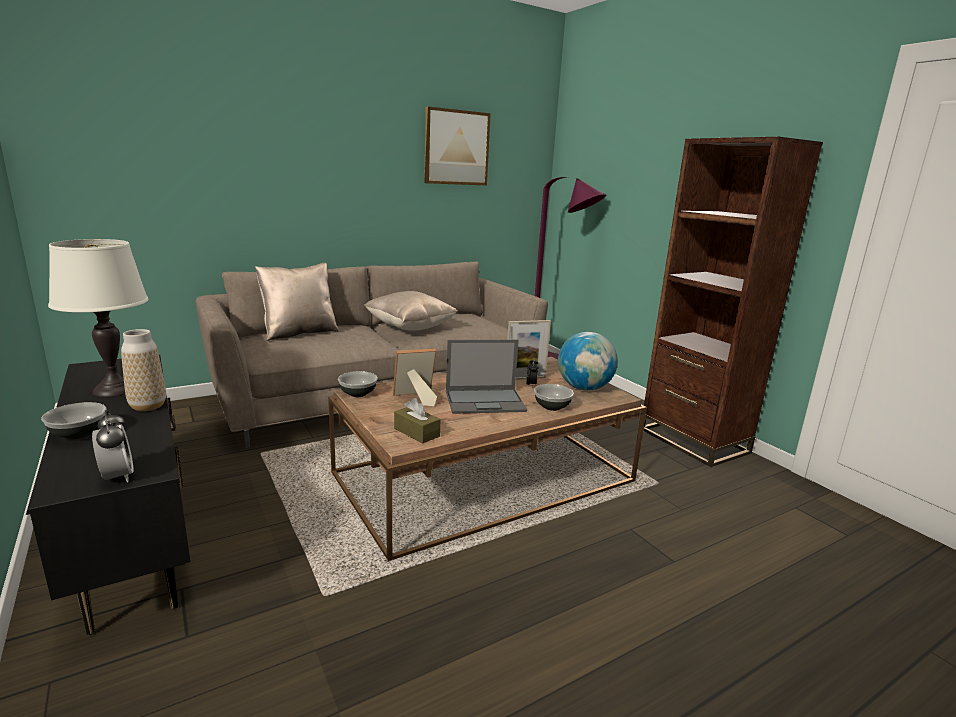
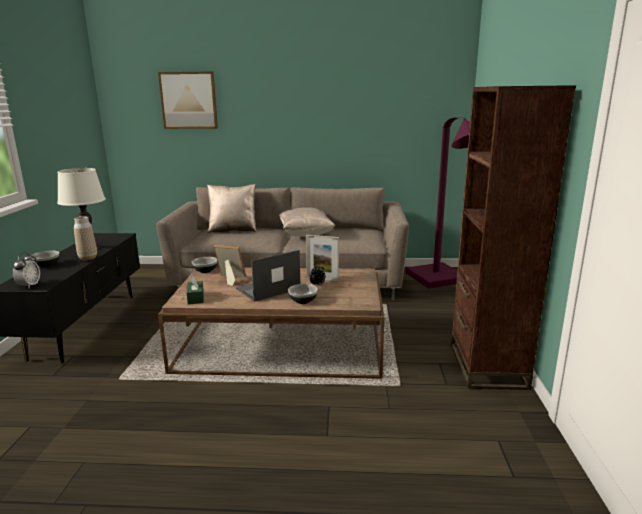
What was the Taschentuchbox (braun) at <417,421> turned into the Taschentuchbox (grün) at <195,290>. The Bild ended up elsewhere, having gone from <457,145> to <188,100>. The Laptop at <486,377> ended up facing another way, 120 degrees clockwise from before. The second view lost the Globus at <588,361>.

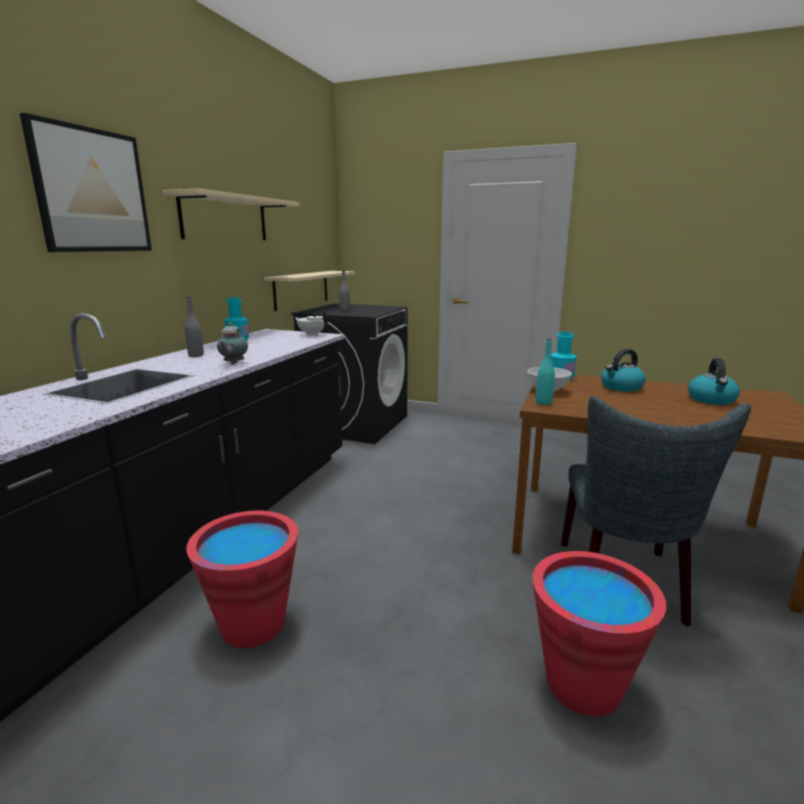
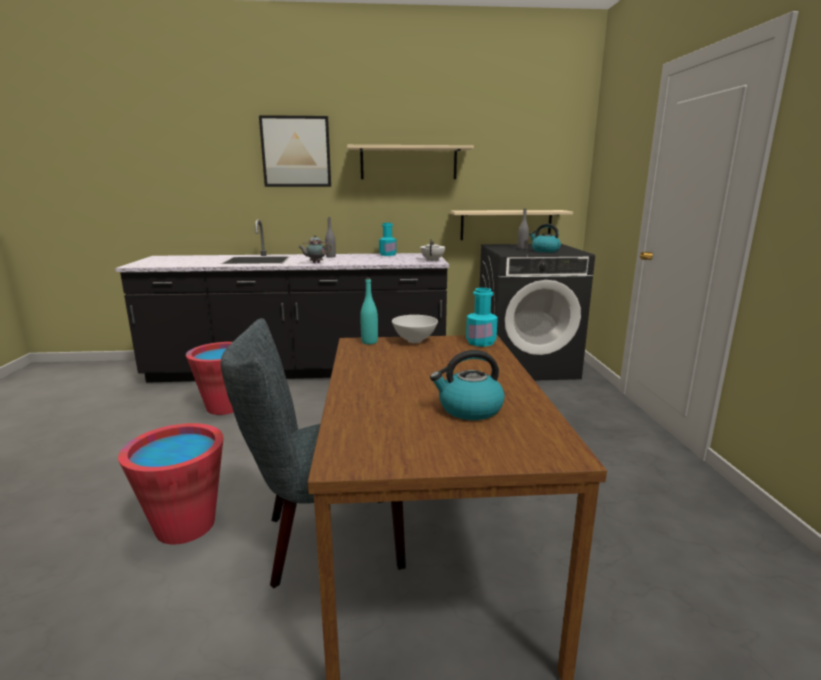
The Wasserkessel ended up elsewhere, having gone from <623,370> to <545,238>.

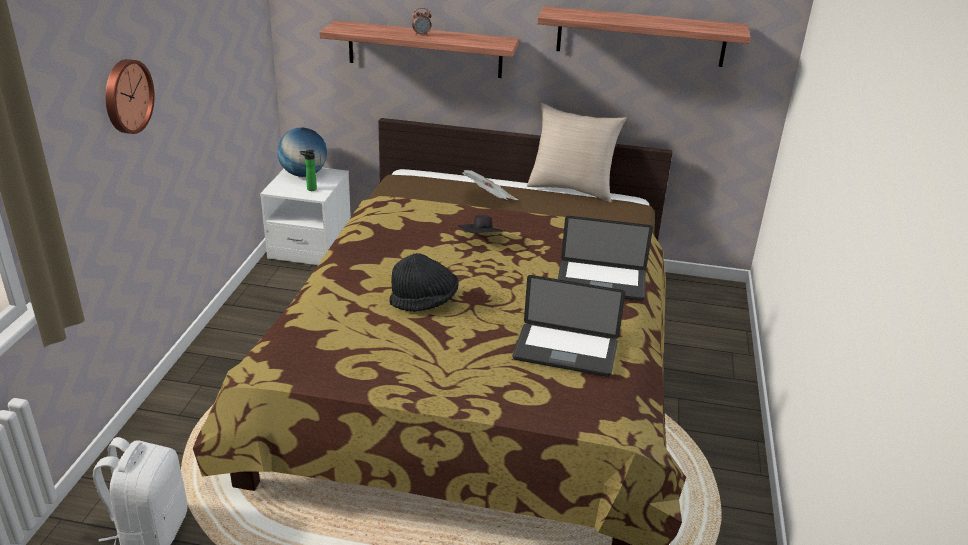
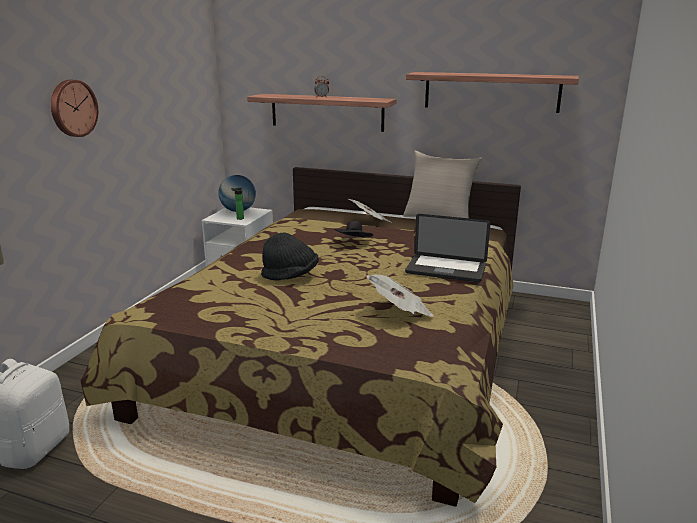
Where the Laptop stood at <568,326>, the Zeitung came to stand at <400,295>.

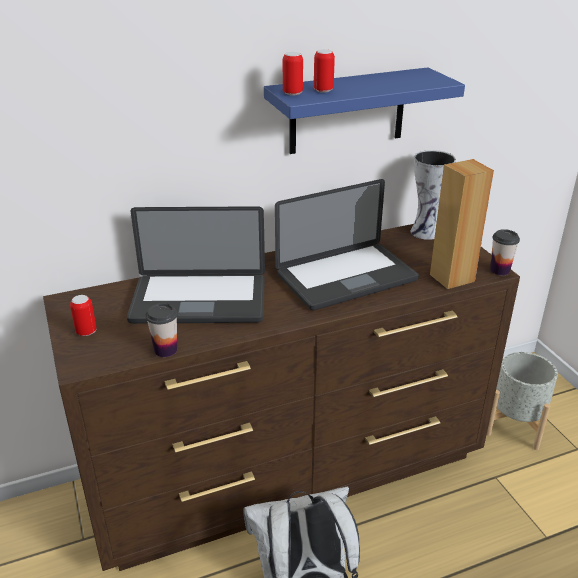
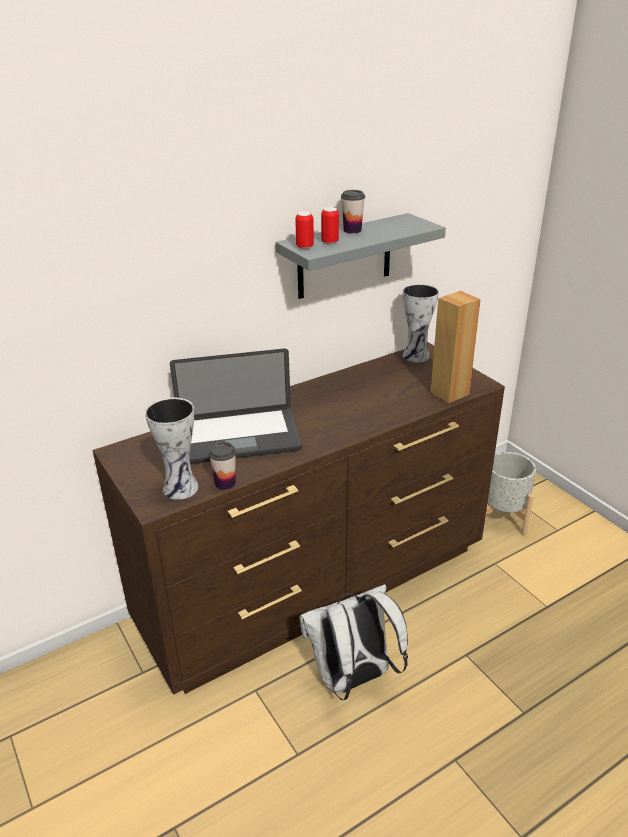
The second view lost the Dose at <83,315>. What was the Wandregal (blau) at <364,110> turned into the Wandregal (grau) at <361,256>. The second view lost the Laptop at <347,245>. The Tasse ended up elsewhere, having gone from <505,252> to <353,211>. The second view gained the Vase at <172,448>.

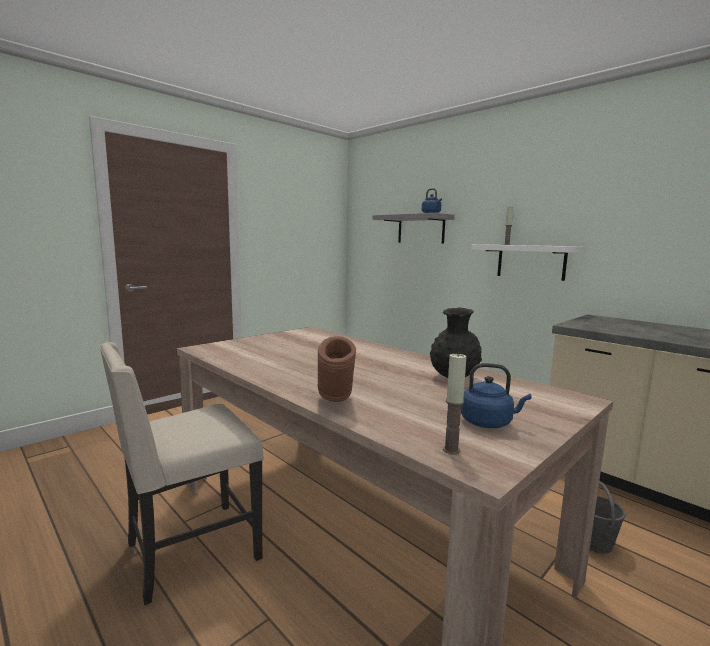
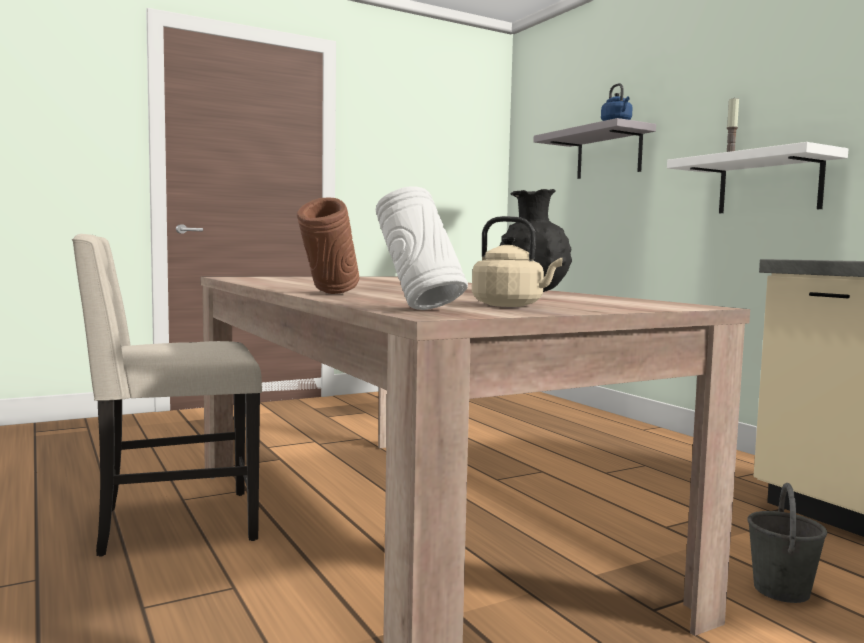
Where the Kerze stood at <454,403>, the Vase (weiß) came to stand at <422,248>. What was the Wasserkessel (blau) at <496,395> turned into the Wasserkessel (beige) at <517,261>.

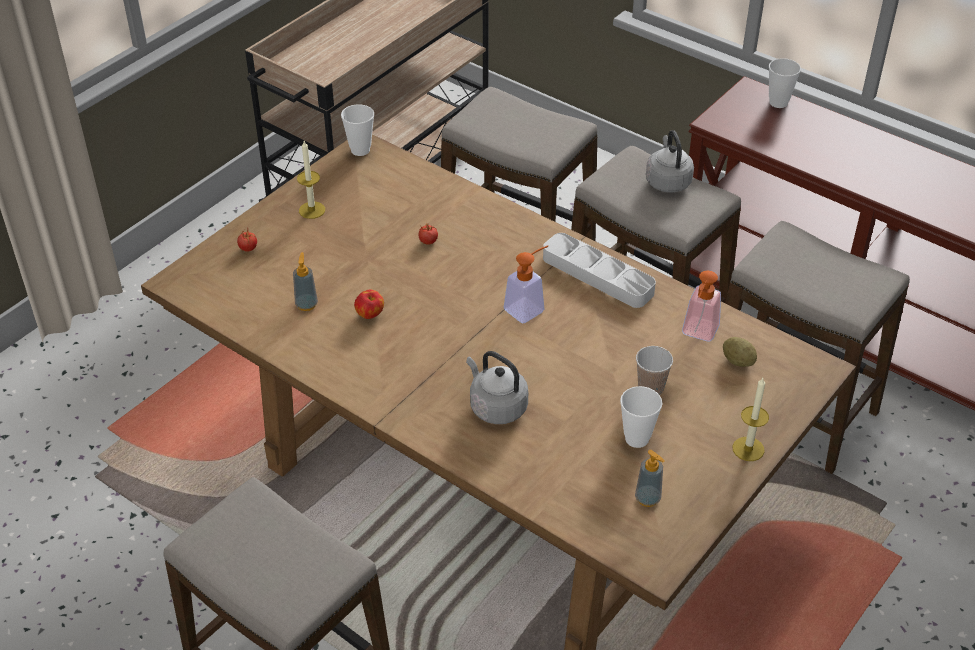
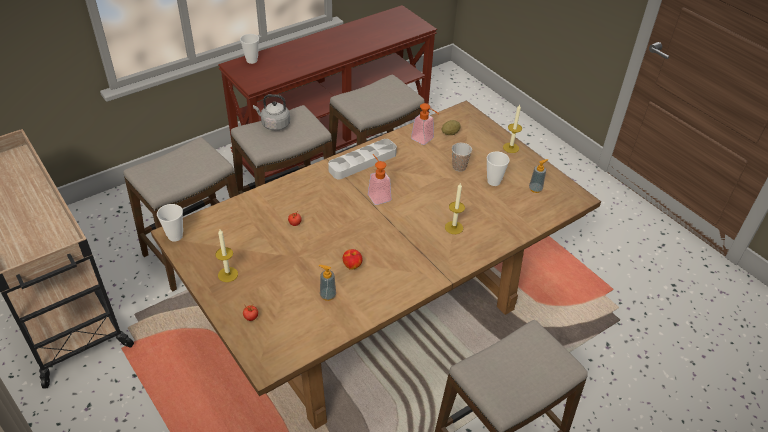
Where the Wasserkessel (grau) stood at <497,387>, the Kerze came to stand at <455,208>.

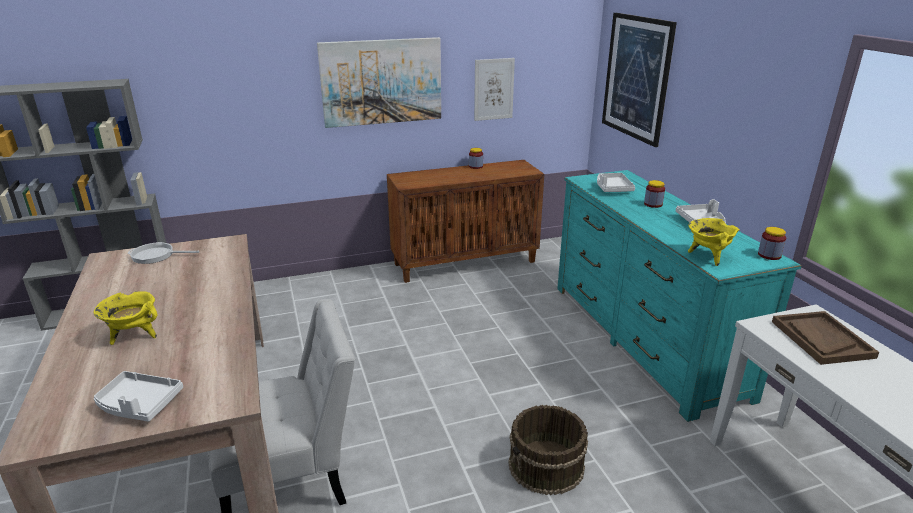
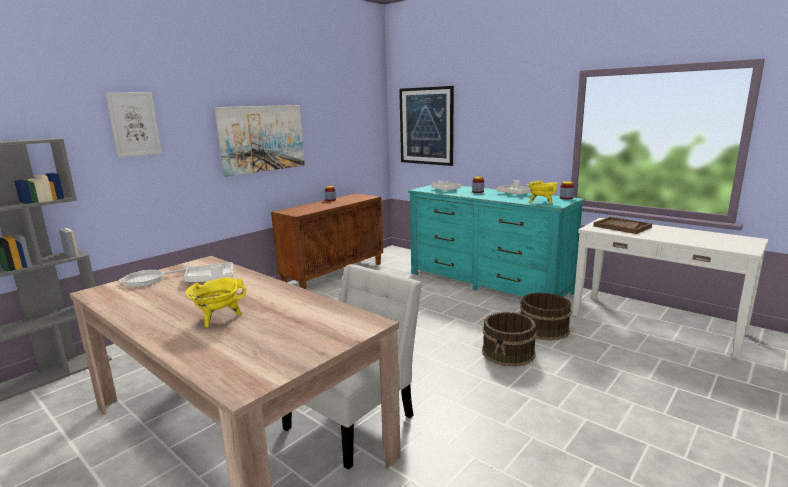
The Tablett (weiß) ended up elsewhere, having gone from <138,396> to <208,272>. The Bild ended up elsewhere, having gone from <494,89> to <133,124>. The second view gained the Eimer (braun) at <545,316>.

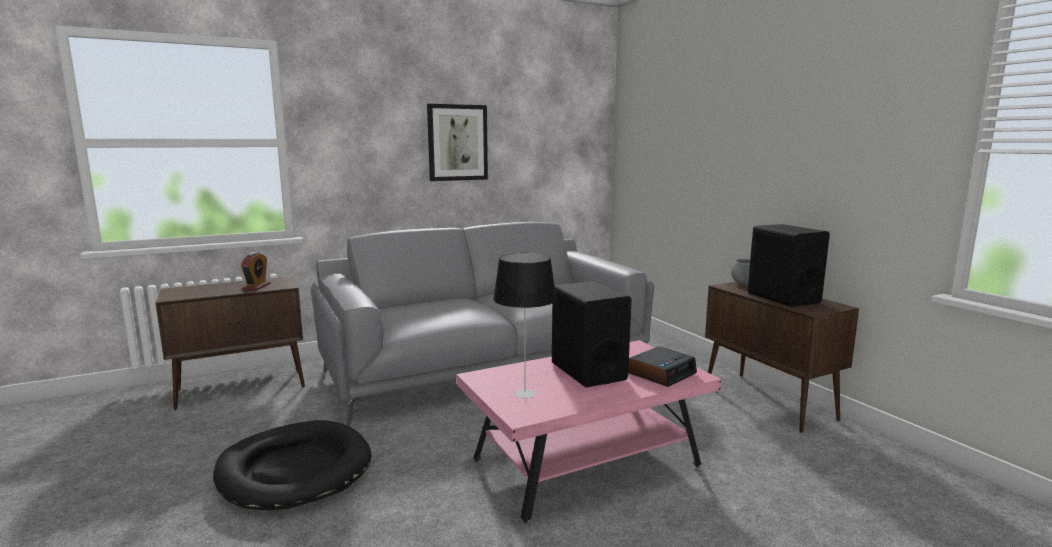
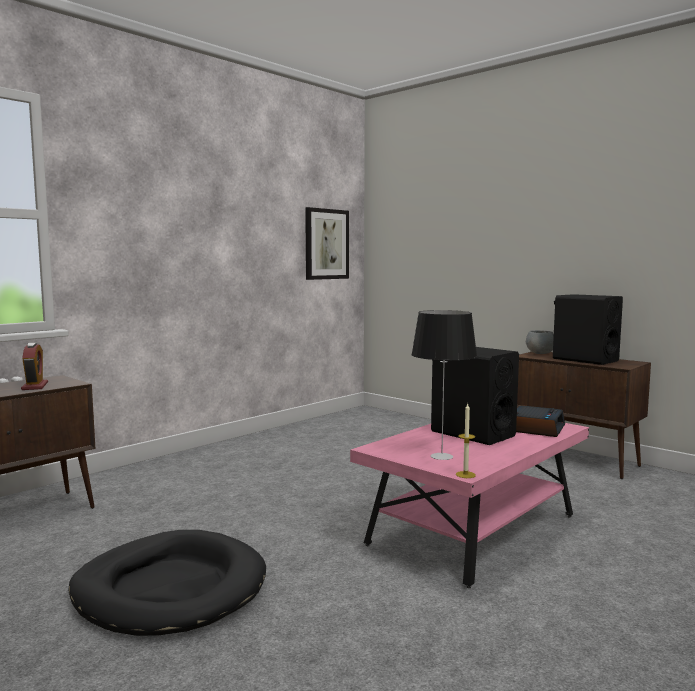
The second view lost the Sofa (grau) at <482,323>. The Bild ended up elsewhere, having gone from <457,142> to <327,243>. The second view gained the Kerze at <466,441>.

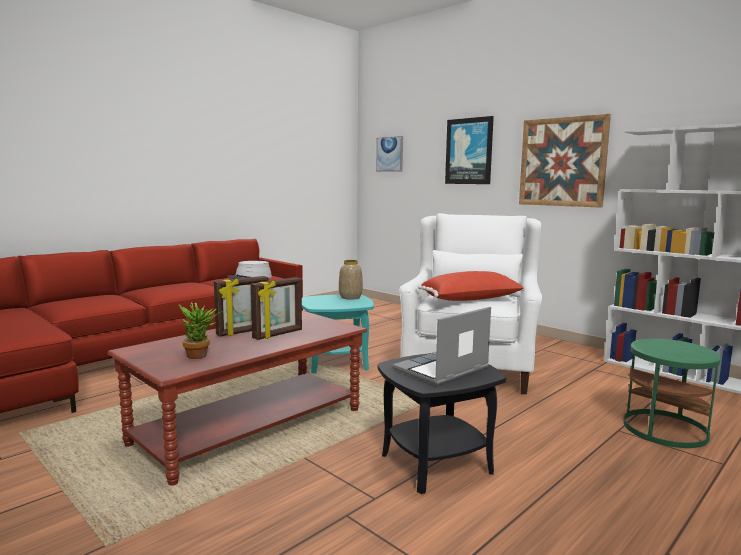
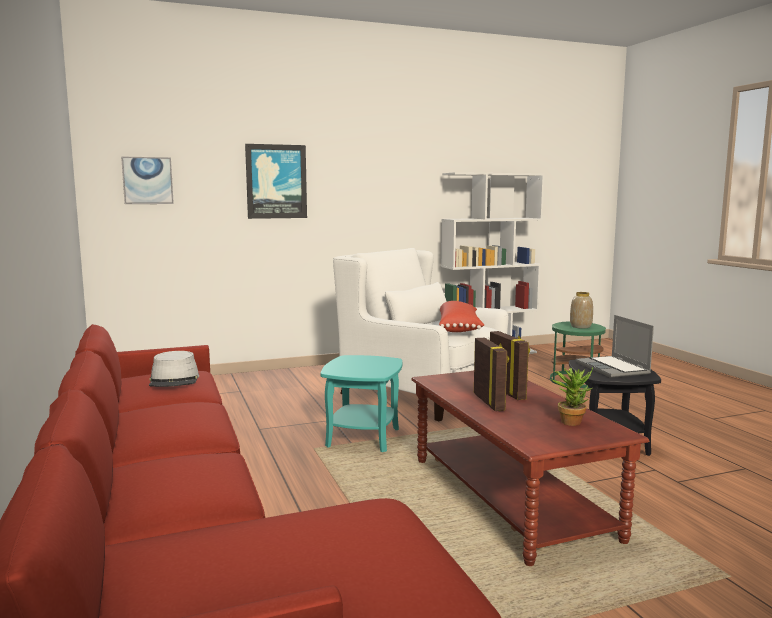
The Vase ended up elsewhere, having gone from <351,280> to <581,310>. The second view lost the Bild at <565,161>.

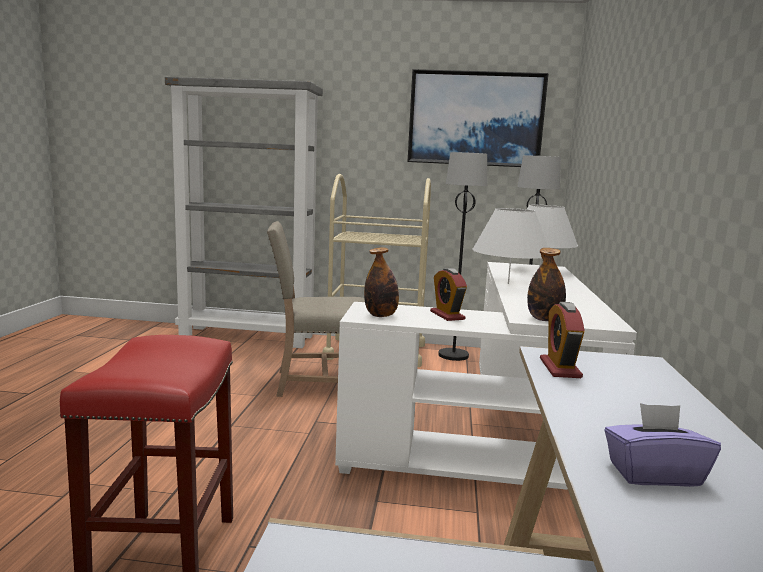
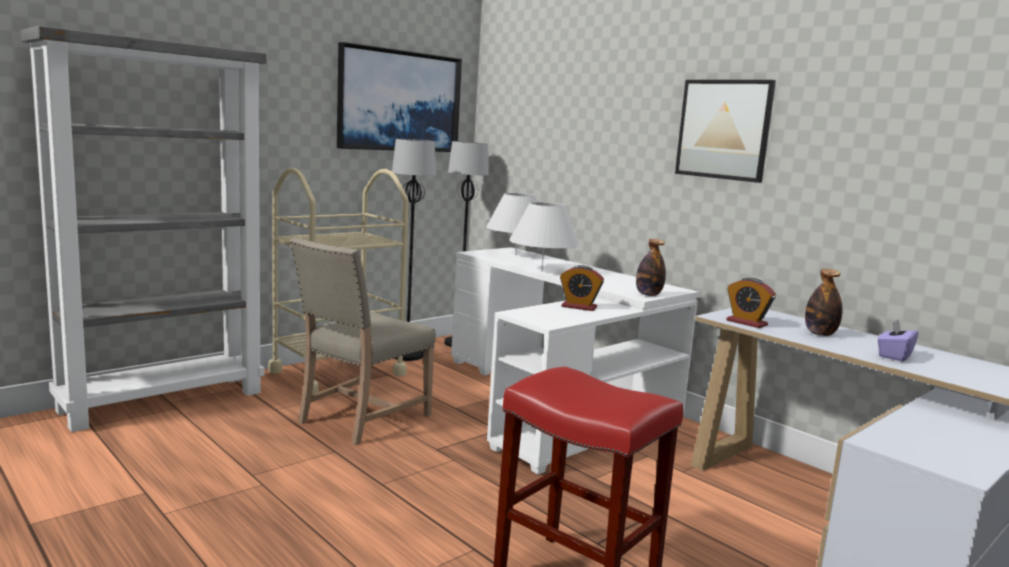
The Flasche ended up elsewhere, having gone from <381,282> to <824,302>. The second view gained the Bild at <725,131>.

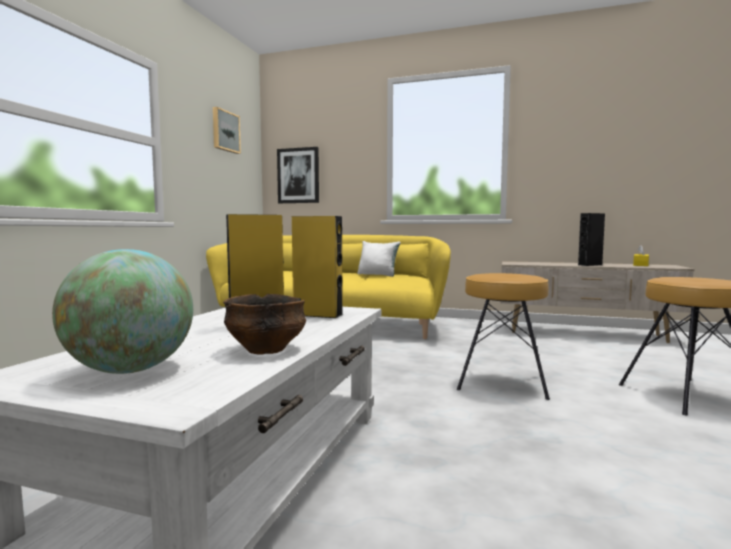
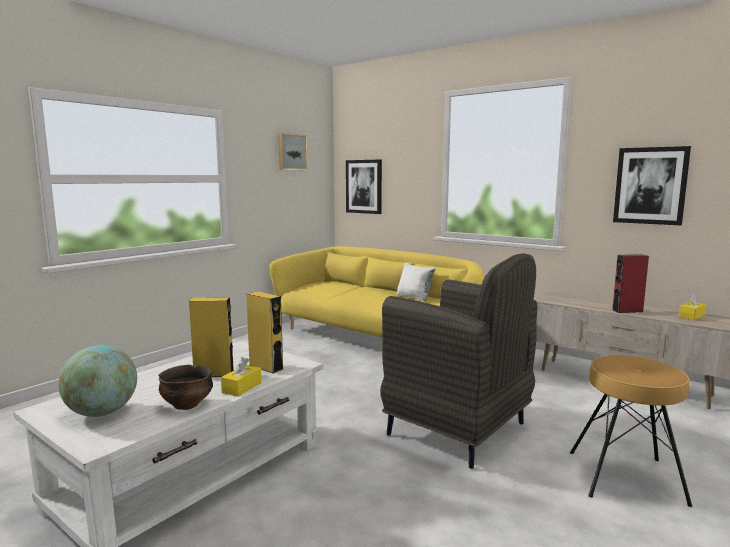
Where the Hocker (braun) stood at <503,336>, the Sessel (grau) came to stand at <459,361>. What was the Lautsprecher (schwarz) at <591,239> turned into the Lautsprecher (rot) at <630,283>. The second view gained the Taschentuchbox (gelb) at <241,377>. The second view gained the Bild at <652,185>.

